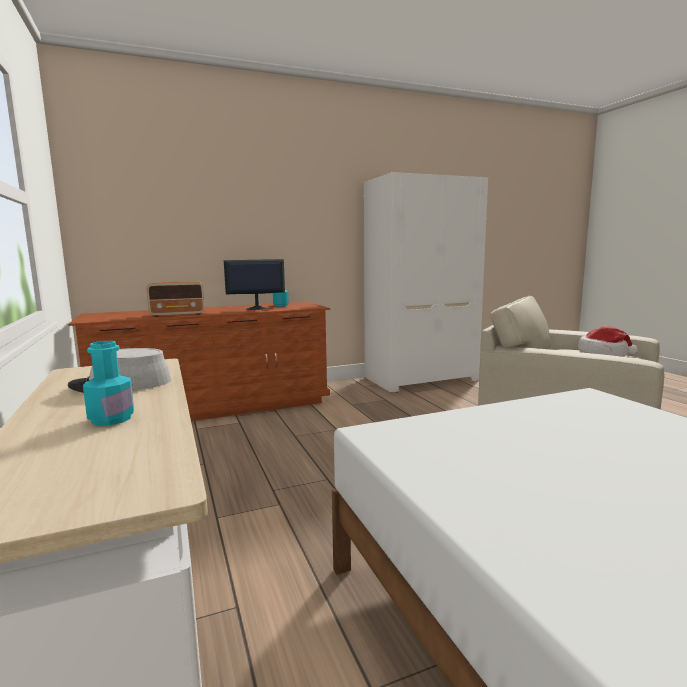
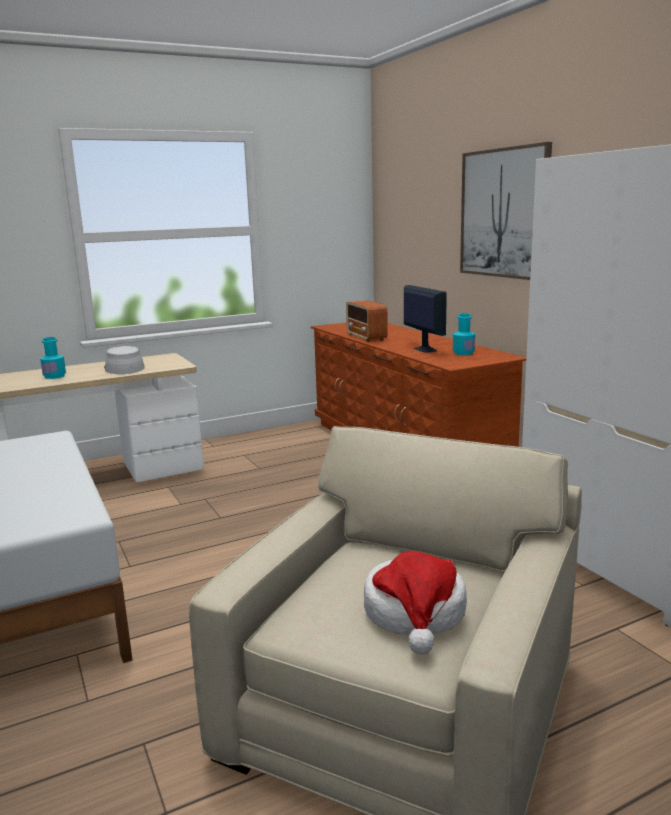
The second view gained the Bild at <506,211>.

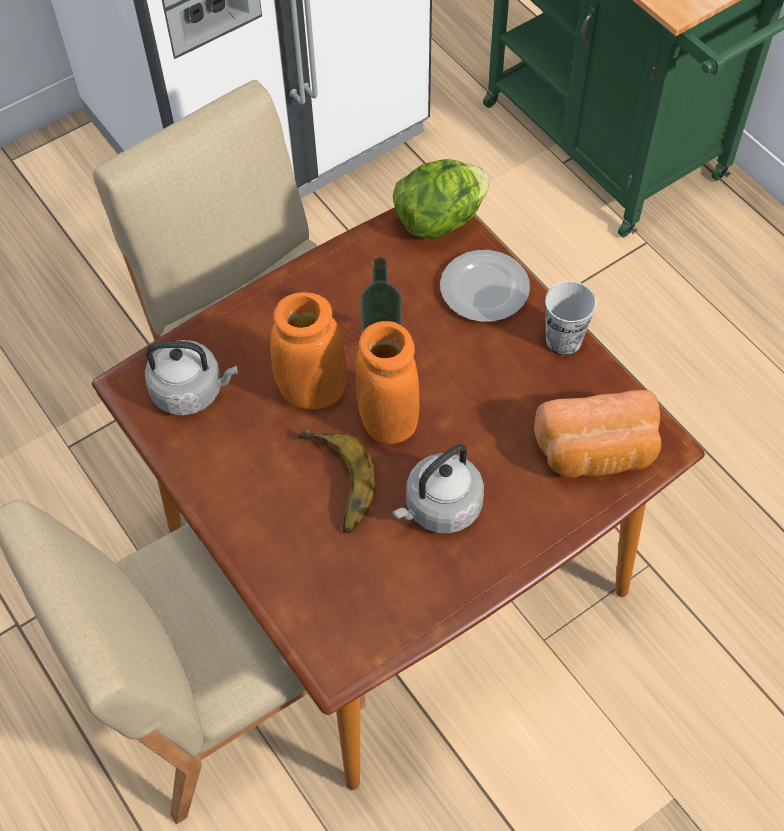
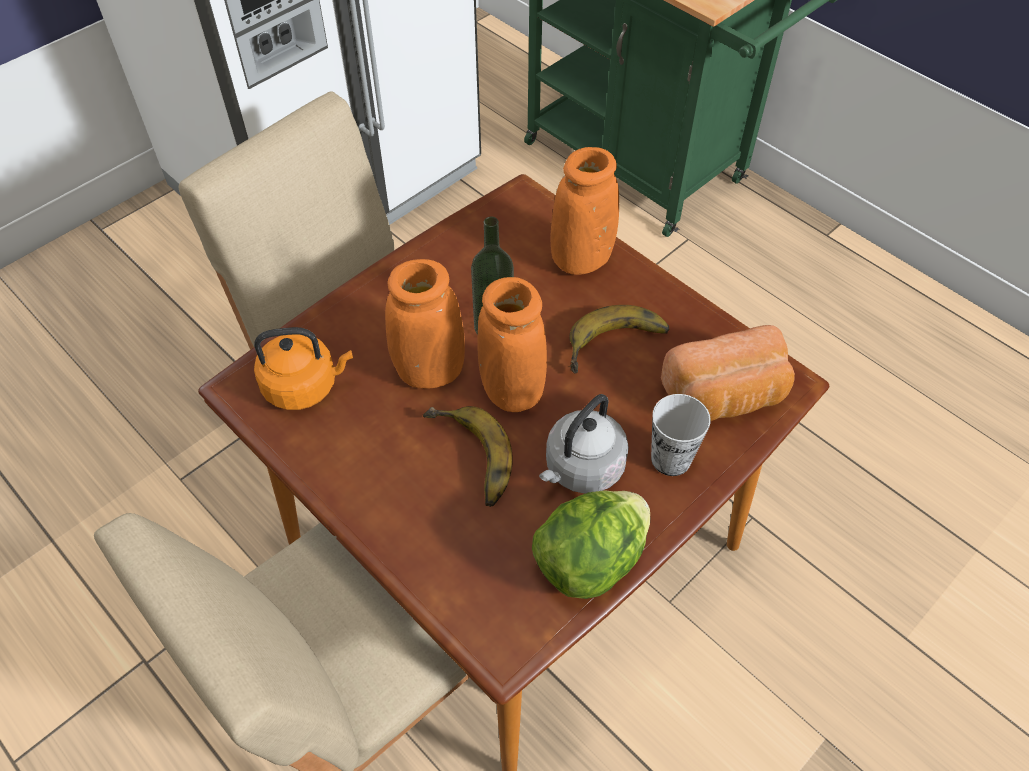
What was the Wasserkessel (grau) at <191,377> turned into the Wasserkessel (orange) at <303,368>. The Salatkopf ended up elsewhere, having gone from <441,199> to <591,544>. Where the Teller stood at <485,286>, the Vase (orange) came to stand at <585,211>. The Tasse ended up elsewhere, having gone from <570,318> to <681,435>. The second view gained the Banane at <619,339>.

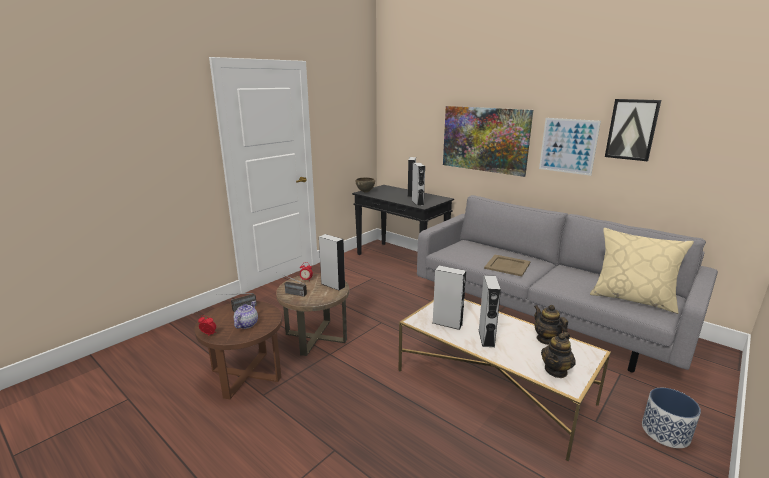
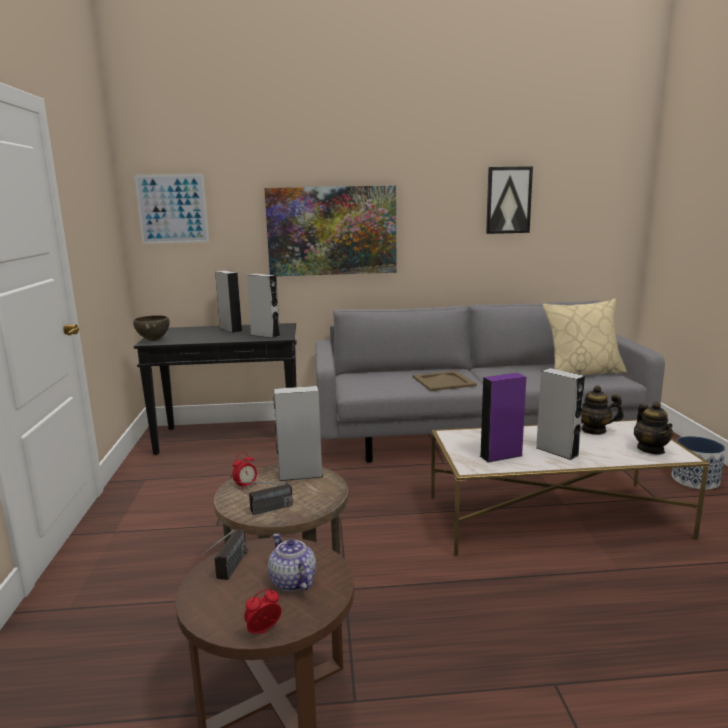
What was the Lautsprecher (grau) at <449,298> turned into the Lautsprecher (lila) at <503,417>. The Bild ended up elsewhere, having gone from <570,147> to <171,209>.

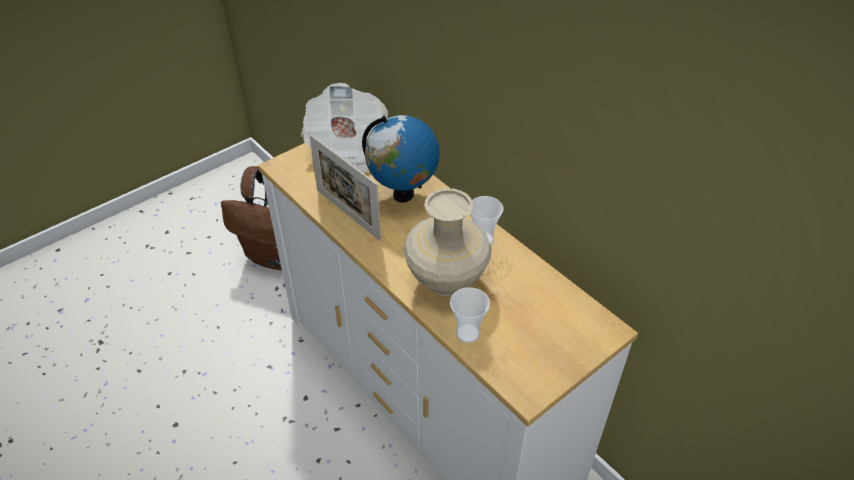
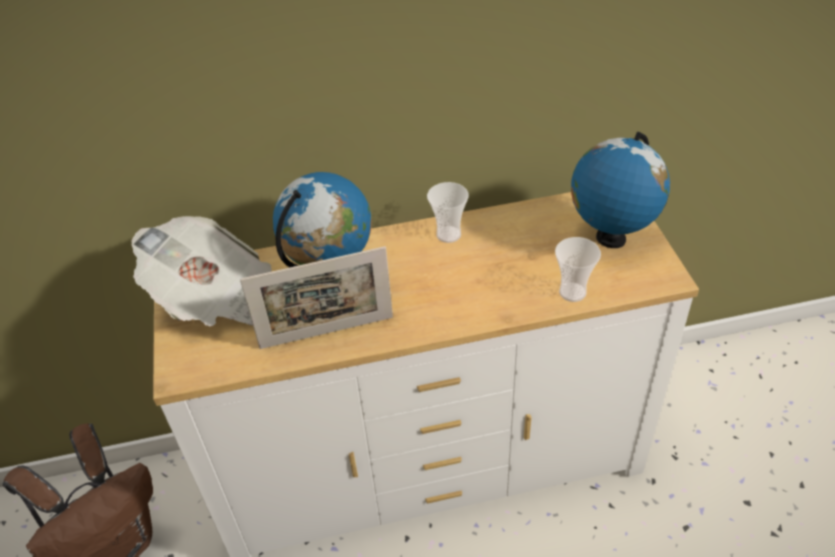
The second view lost the Vase (beige) at <447,242>. The second view gained the Globus at <620,190>.

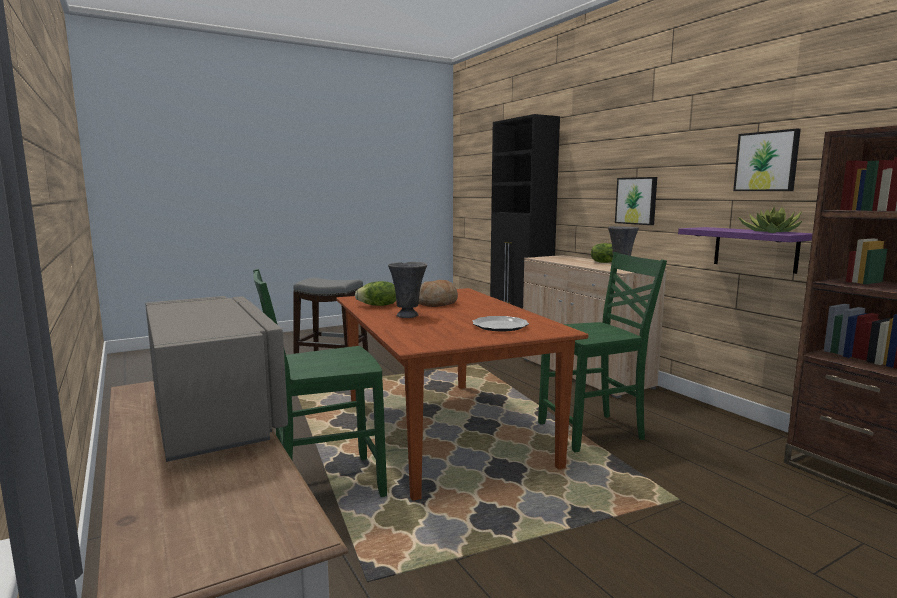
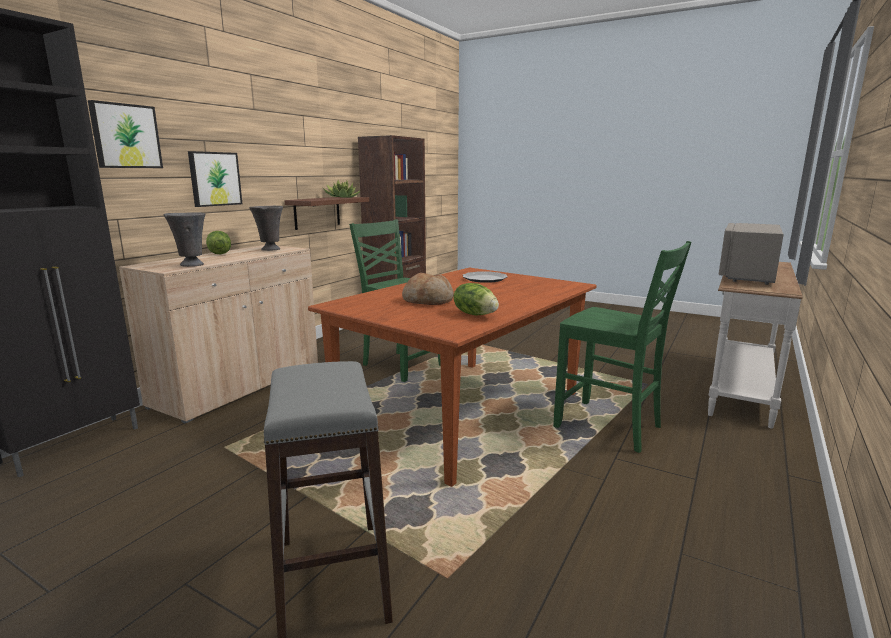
The Vase (grau) ended up elsewhere, having gone from <407,290> to <185,239>. What was the Wandregal (lila) at <745,250> turned into the Wandregal (braun) at <326,213>. The Bild ended up elsewhere, having gone from <767,160> to <125,134>.

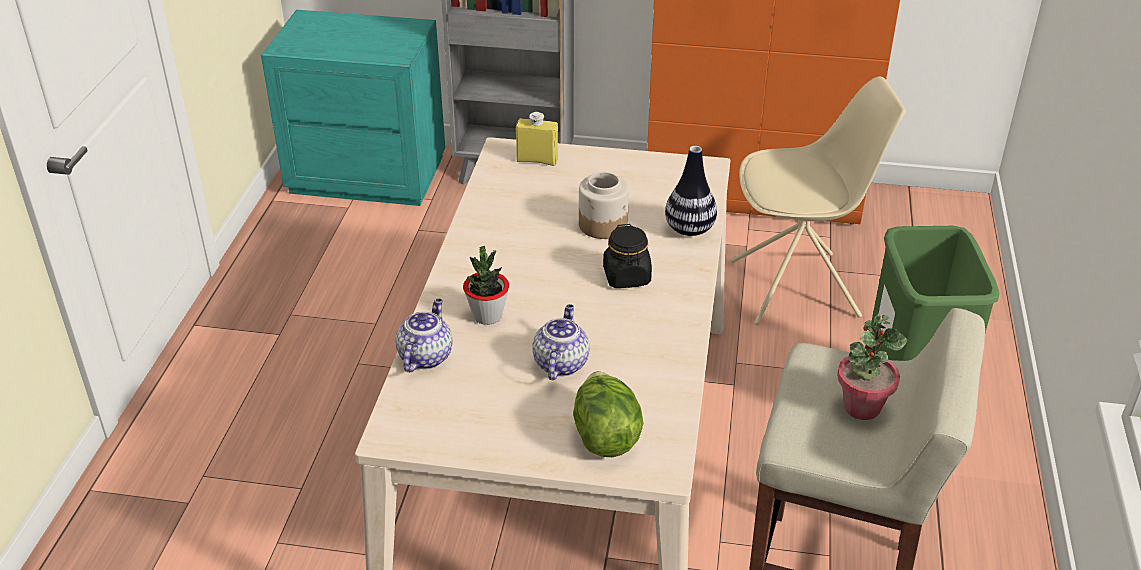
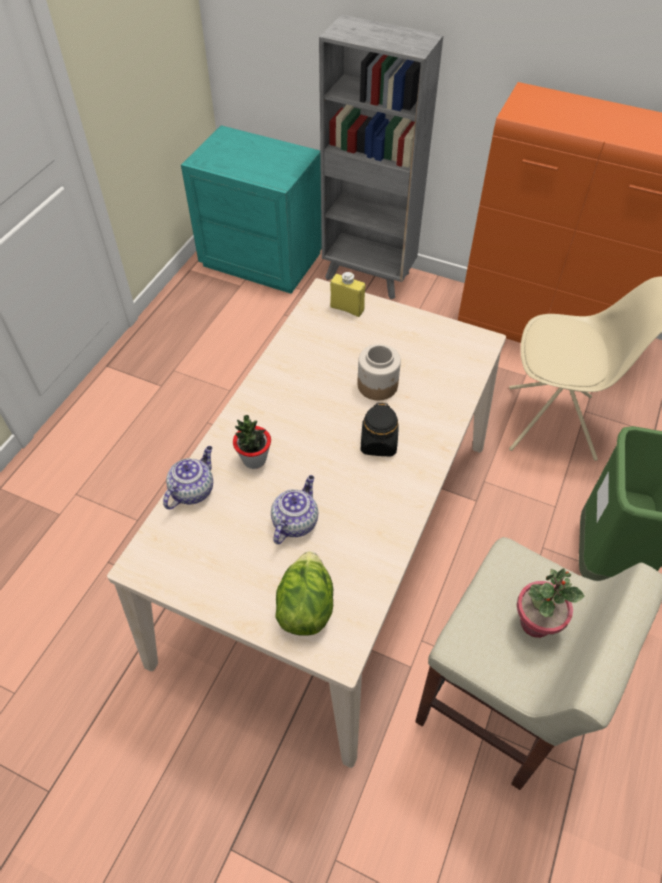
The second view lost the Vase at <691,191>.

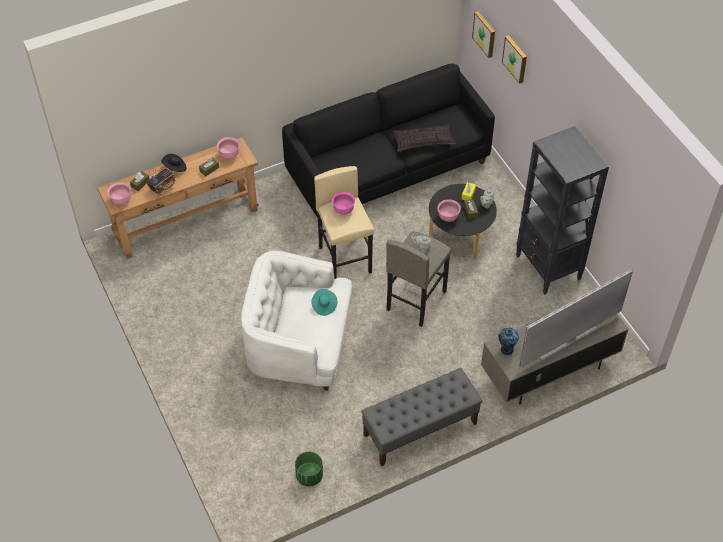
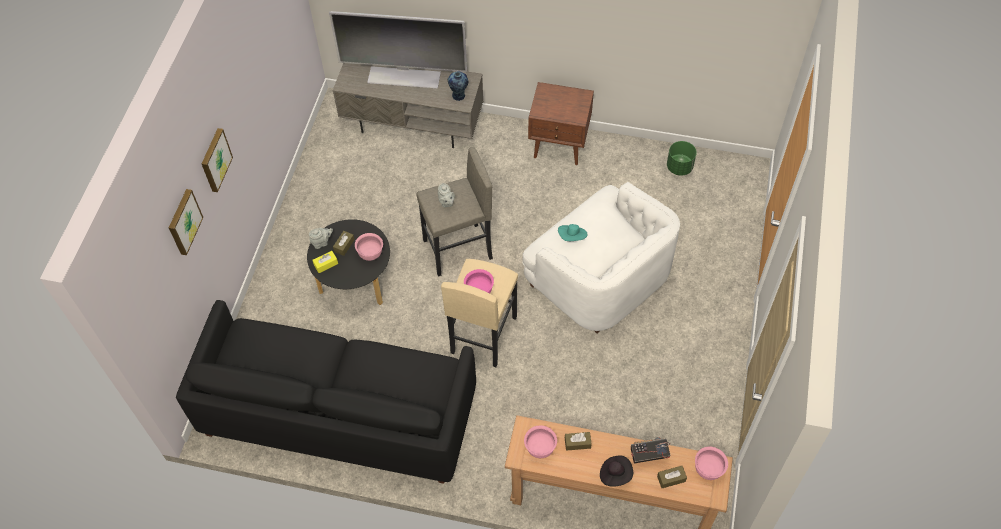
Where the Bank (grau) stood at <422,417>, the Nachttisch (braun) came to stand at <561,123>. The second view lost the Kissen at <424,137>. The Bild ended up elsewhere, having gone from <483,34> to <217,160>. The second view lost the Bücherregal (schwarz) at <562,210>.

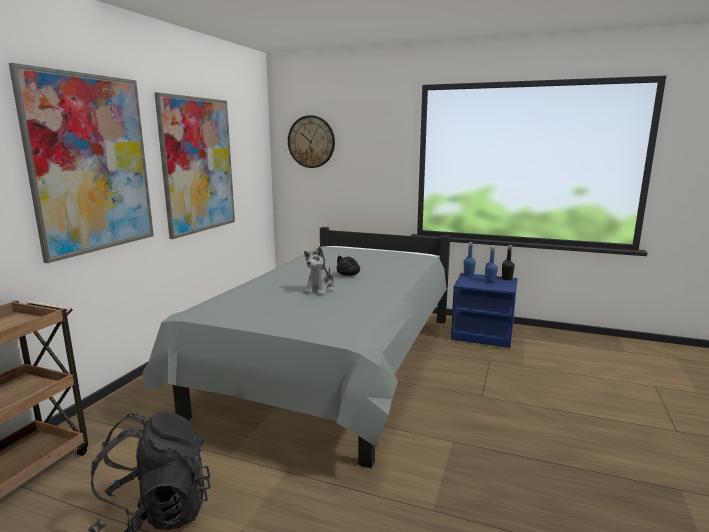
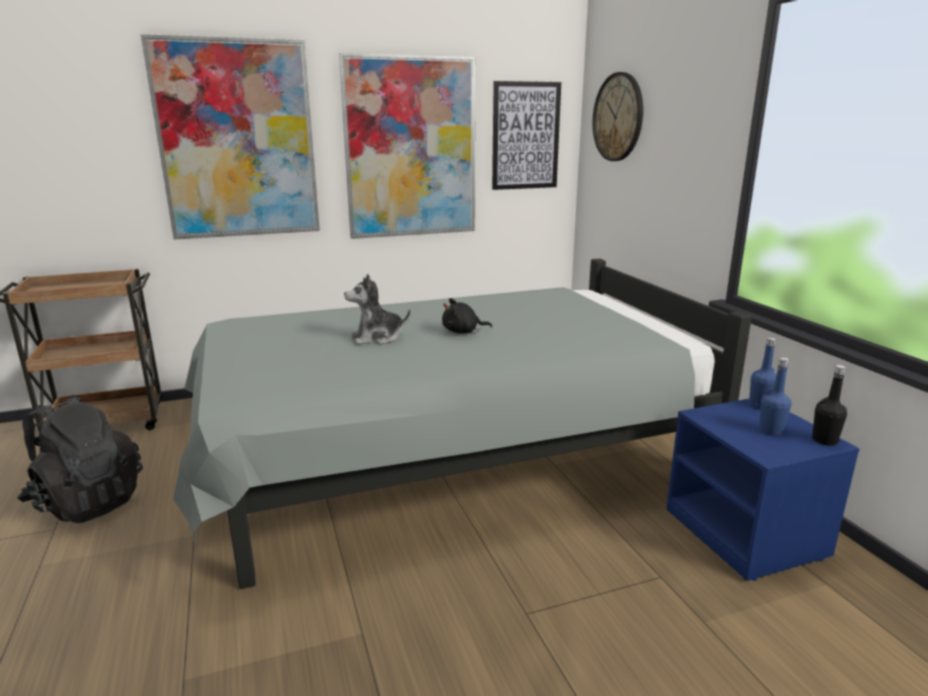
The second view gained the Bild at <526,135>.

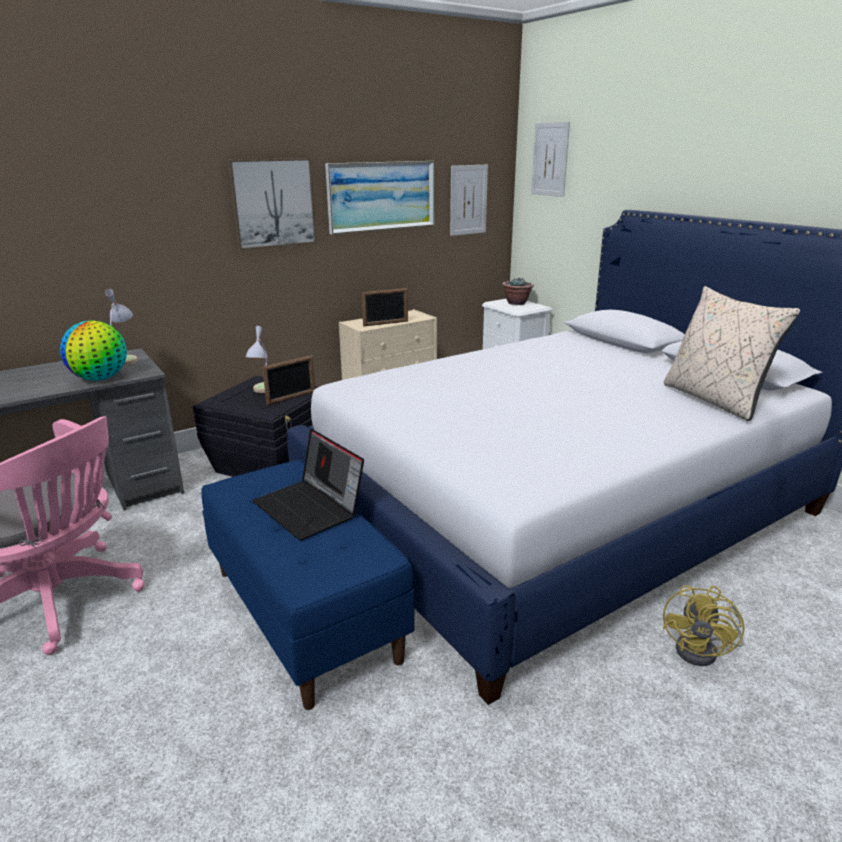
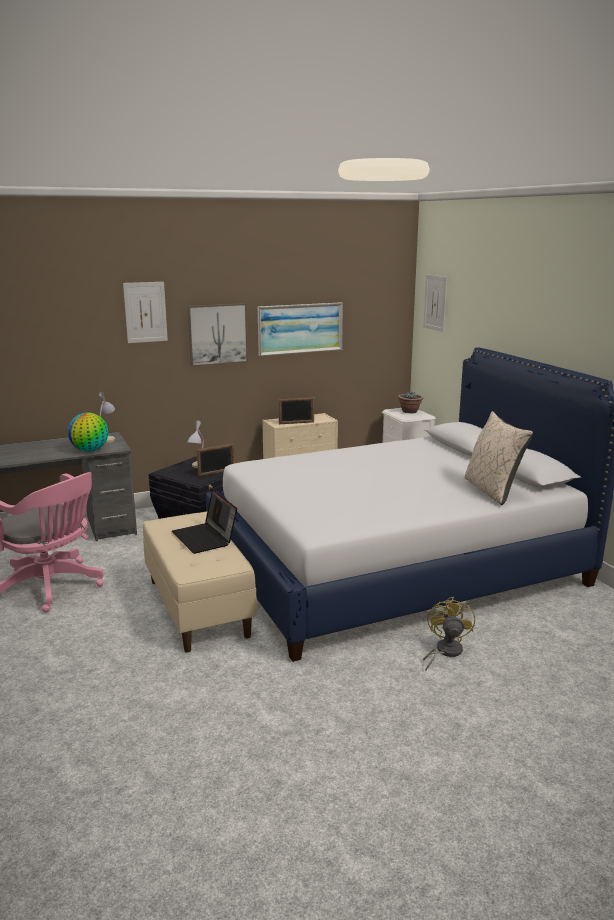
What was the Bank (blau) at <308,585> turned into the Bank (beige) at <200,582>. The Bild ended up elsewhere, having gone from <469,200> to <145,312>. The Ventilator (gelb) at <704,625> ended up facing another way, 150 degrees clockwise from before.

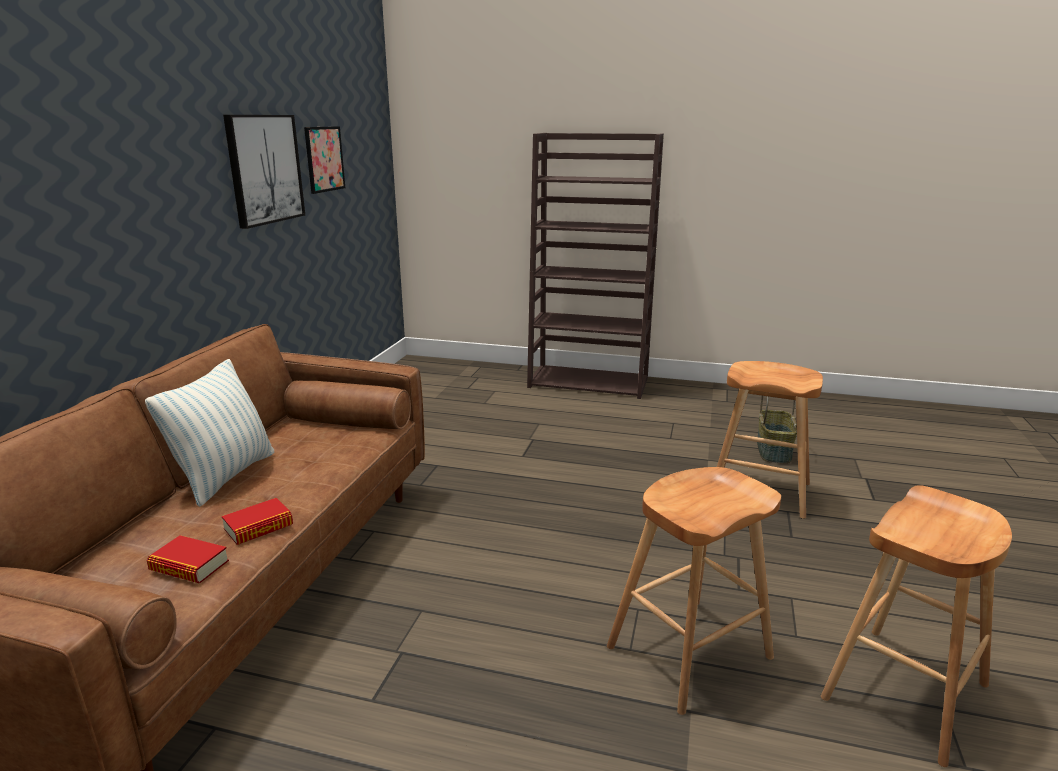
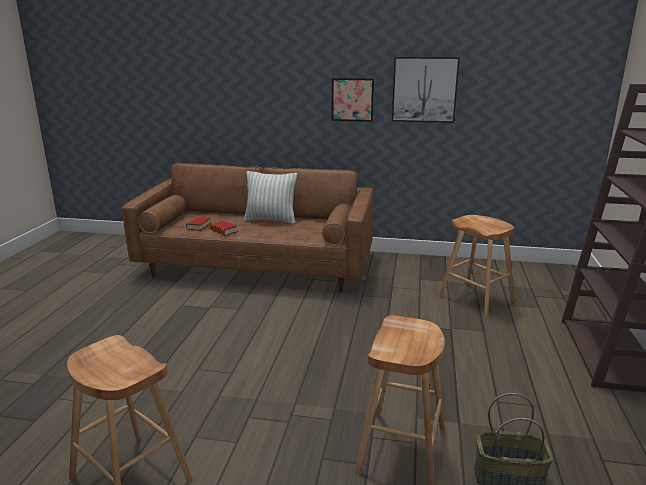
The Bild ended up elsewhere, having gone from <324,160> to <353,100>. The Hocker (braun) ended up elsewhere, having gone from <694,591> to <477,266>.

